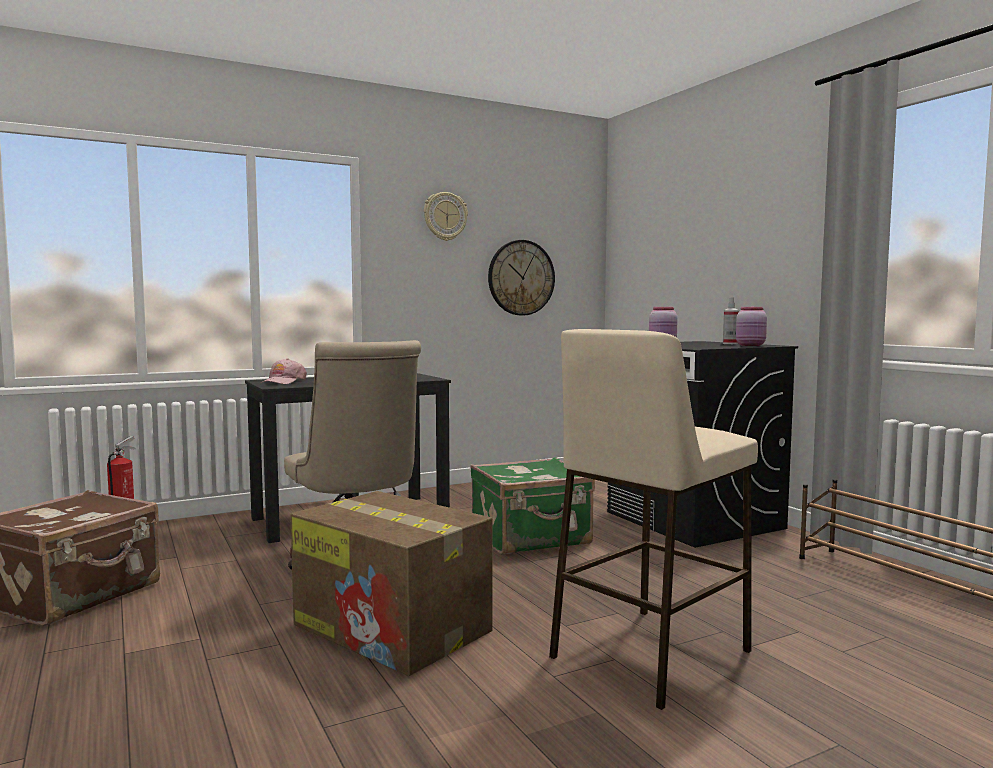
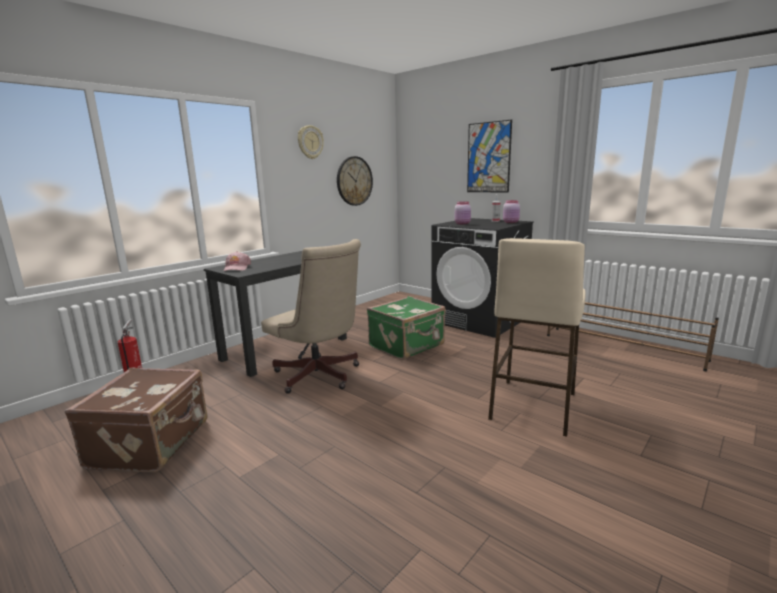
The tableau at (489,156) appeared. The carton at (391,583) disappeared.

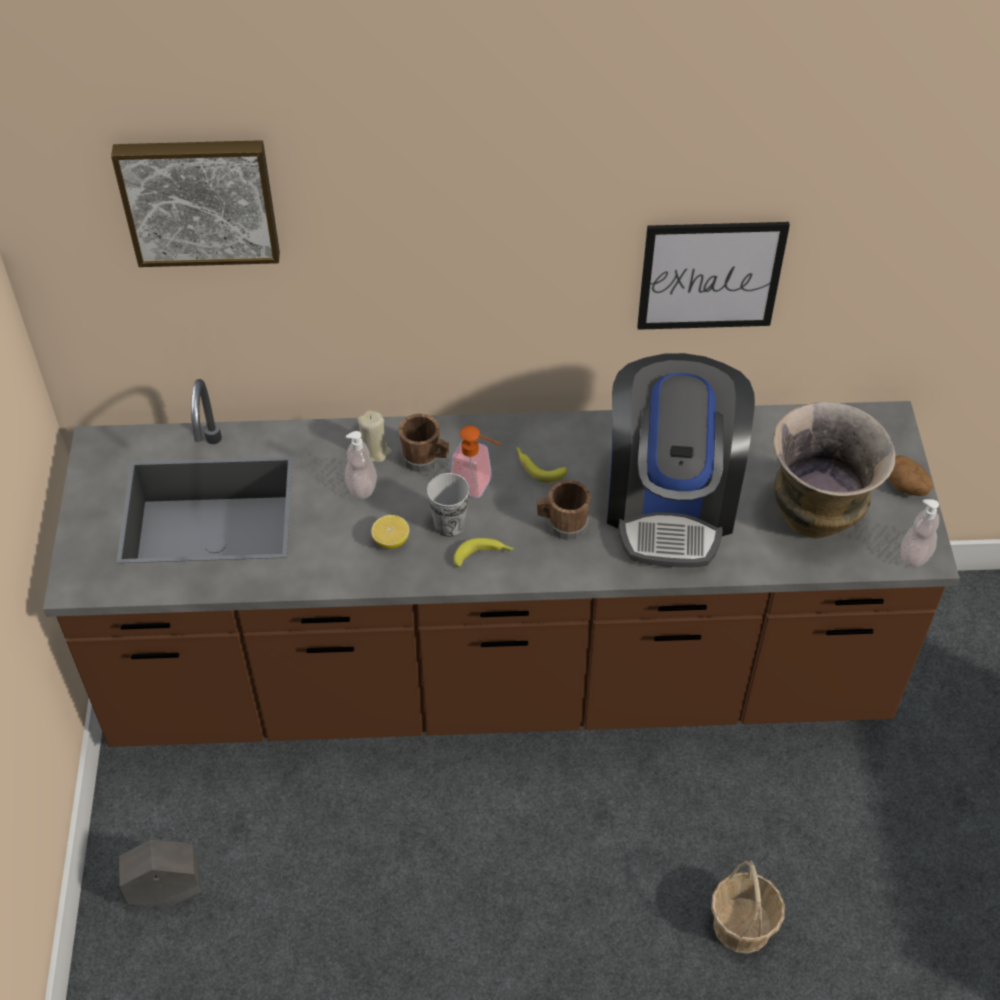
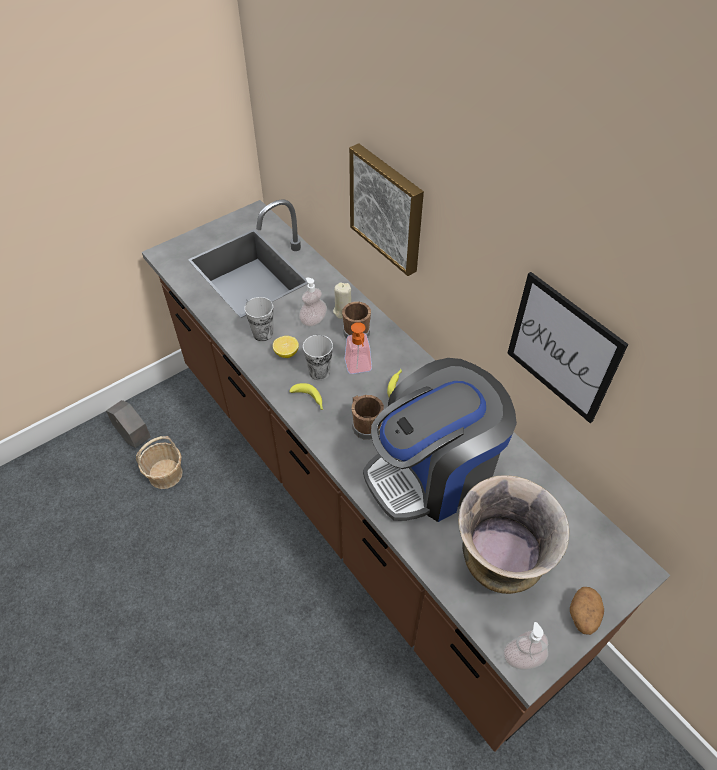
The panier moved from (748,907) to (159,462). The tasse at (258,319) appeared. The tableau moved from (195,203) to (386,209).

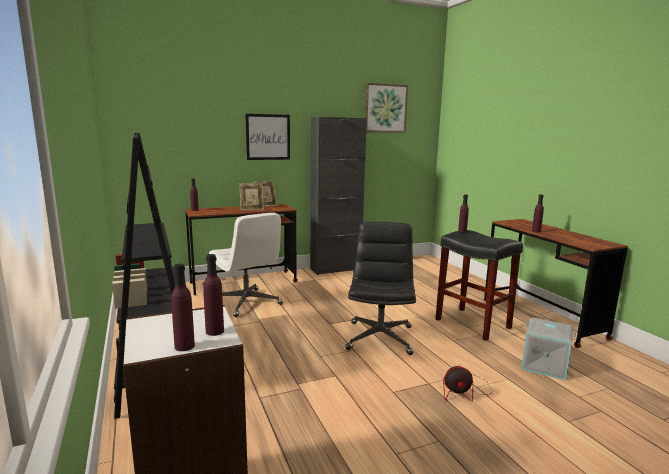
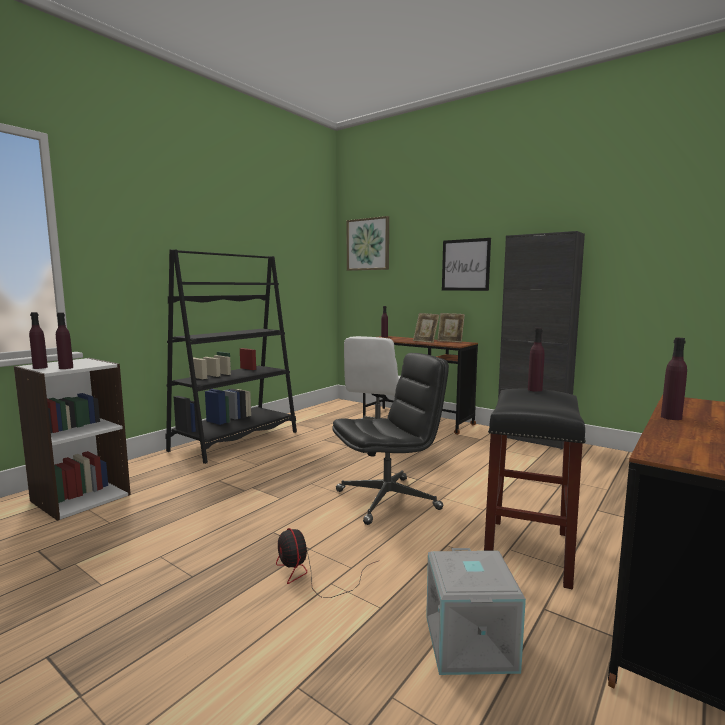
The tableau moved from (386,108) to (368,243).

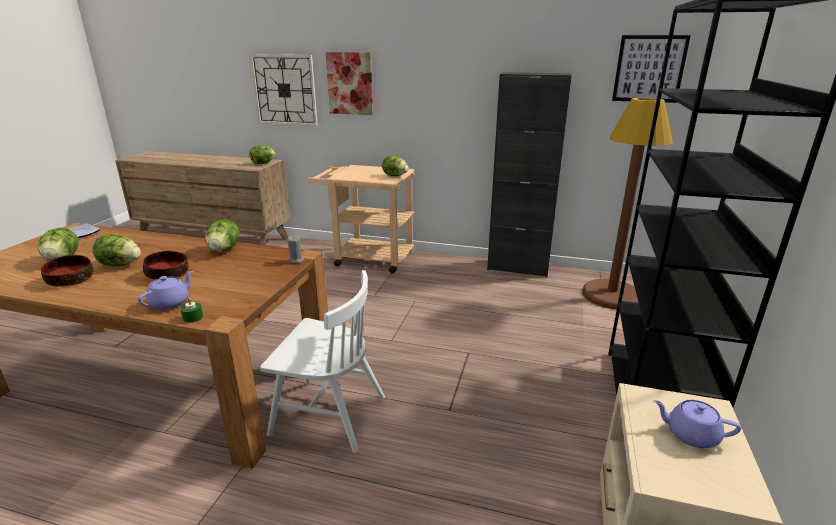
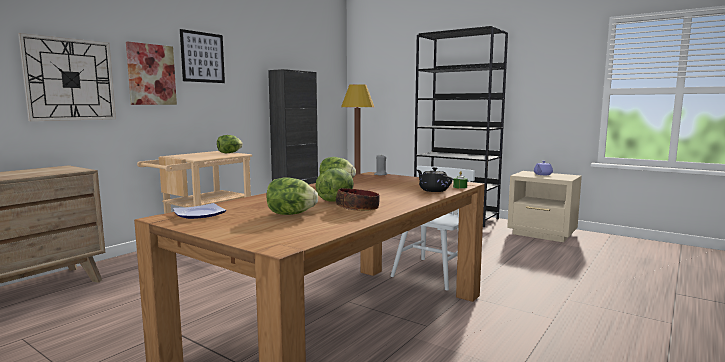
The tableau moved from (651,69) to (202,56). The théière (violet) at (165,290) became the théière (noir) at (434,179). The bol at (165,265) disappeared. The laitue at (262,154) disappeared.

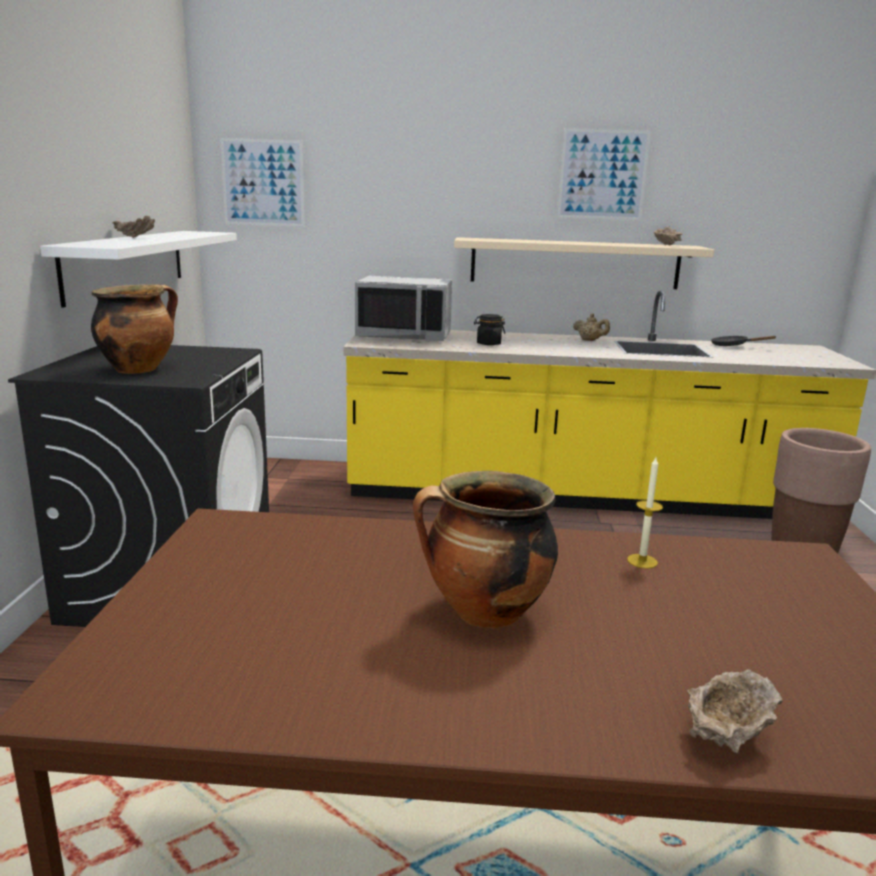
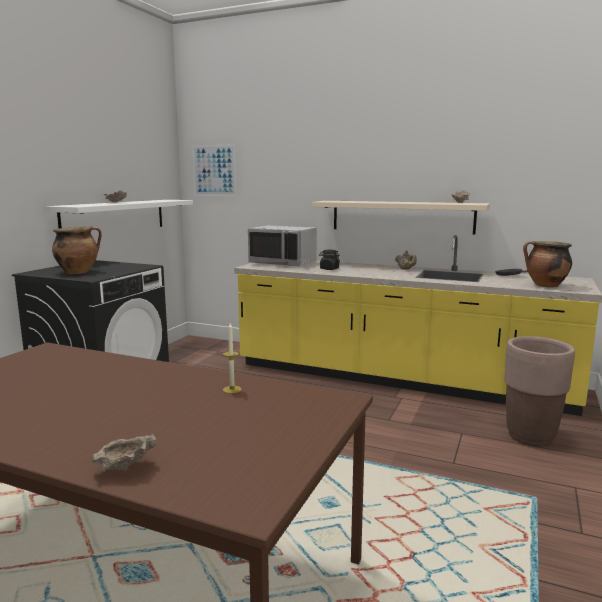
The marmite moved from (485,549) to (547,264). The tableau at (604,174) disappeared.

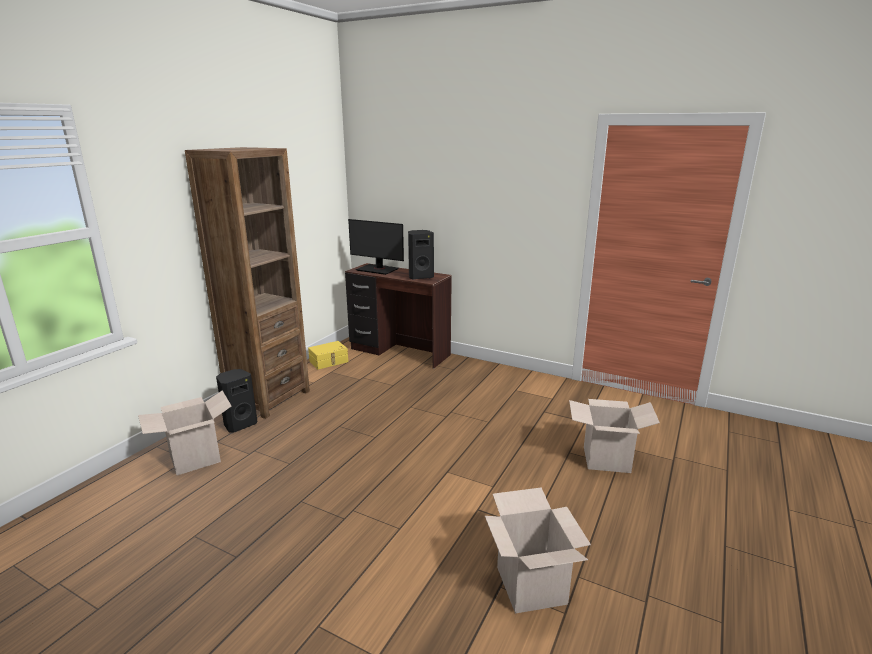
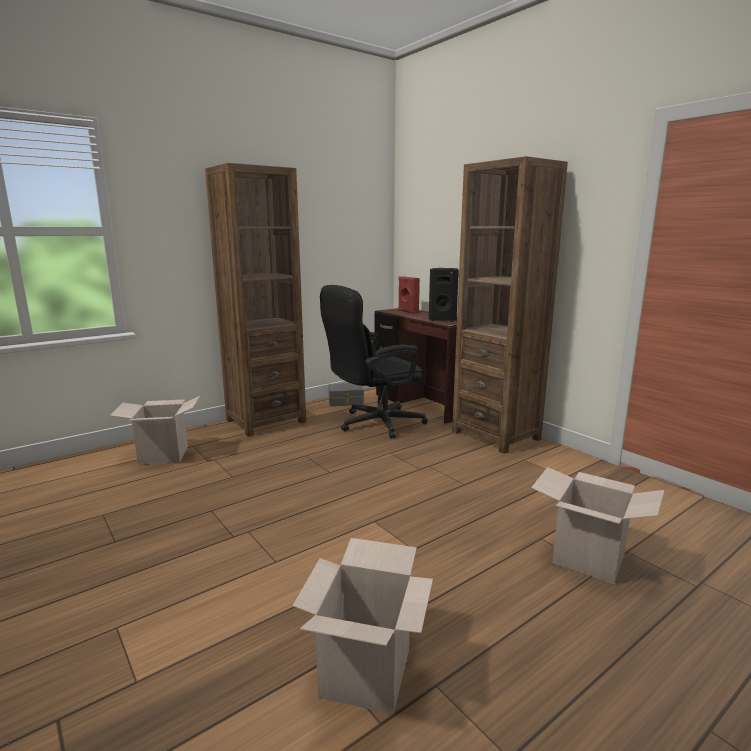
The chaise de bureau (noir) at (374,361) appeared. The boîte de rangement (jaune) at (328,355) became the boîte de rangement (gris) at (346,394). The écran d'ordinateur at (376,247) was replaced by the enceinte (rouge) at (409,295). The bibliothèque (marron) at (510,305) appeared. The enceinte (noir) at (236,401) disappeared.

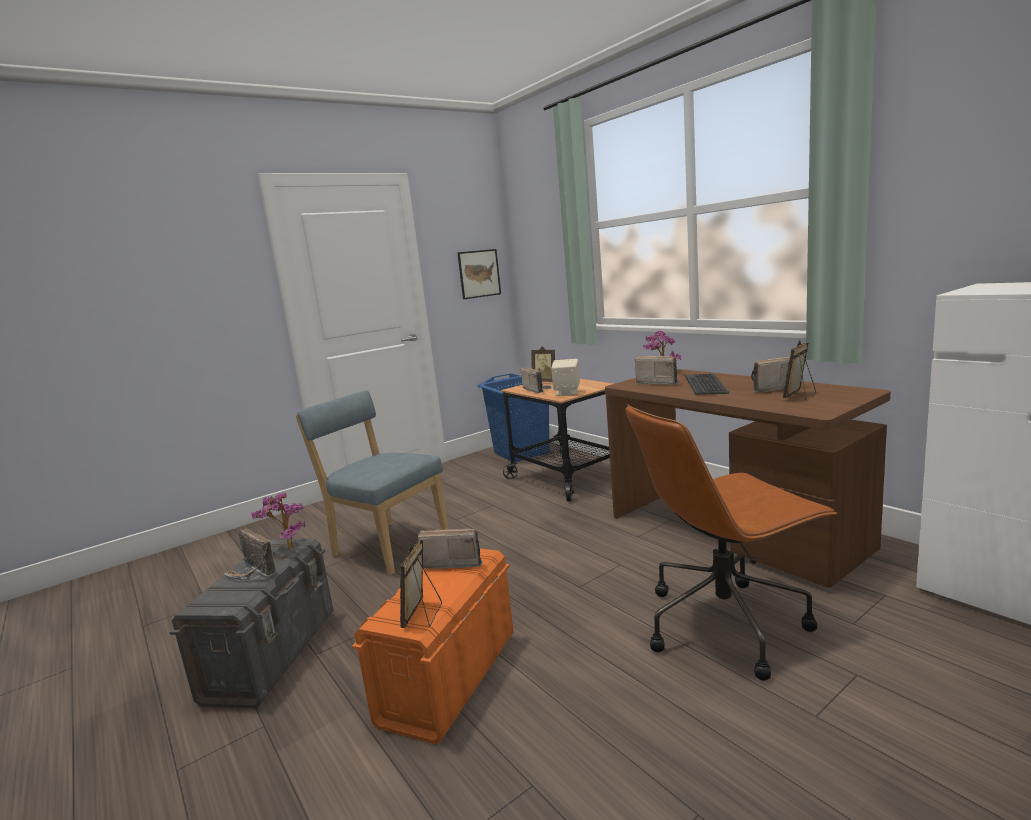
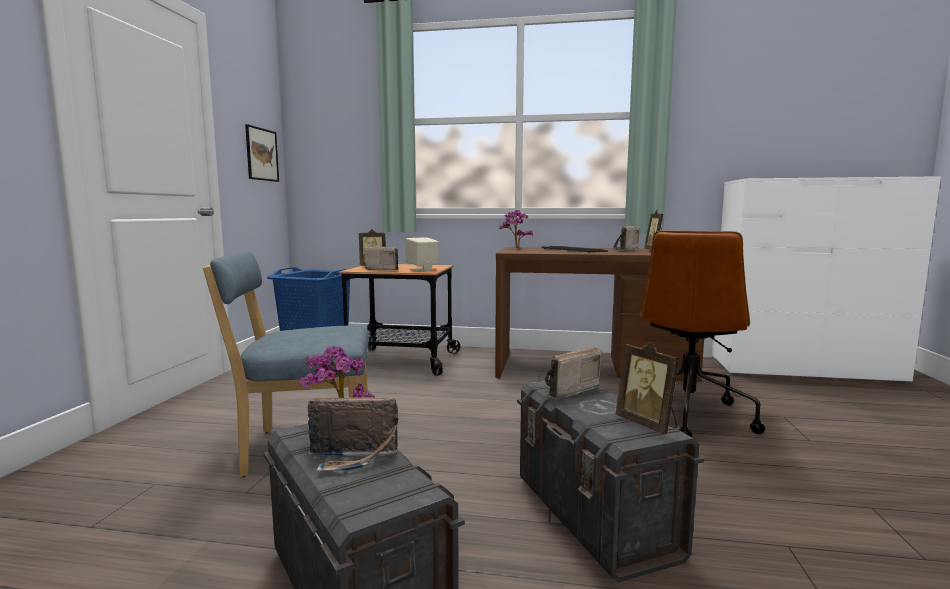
The boîte de rangement (orange) at (432,647) became the boîte de rangement (gris) at (610,482). The radio at (656,370) disappeared.

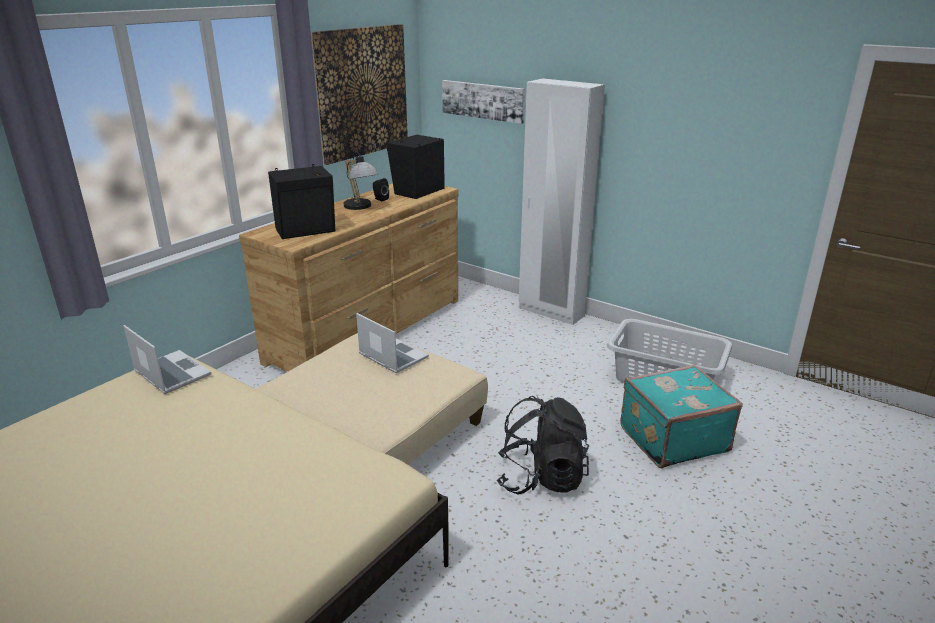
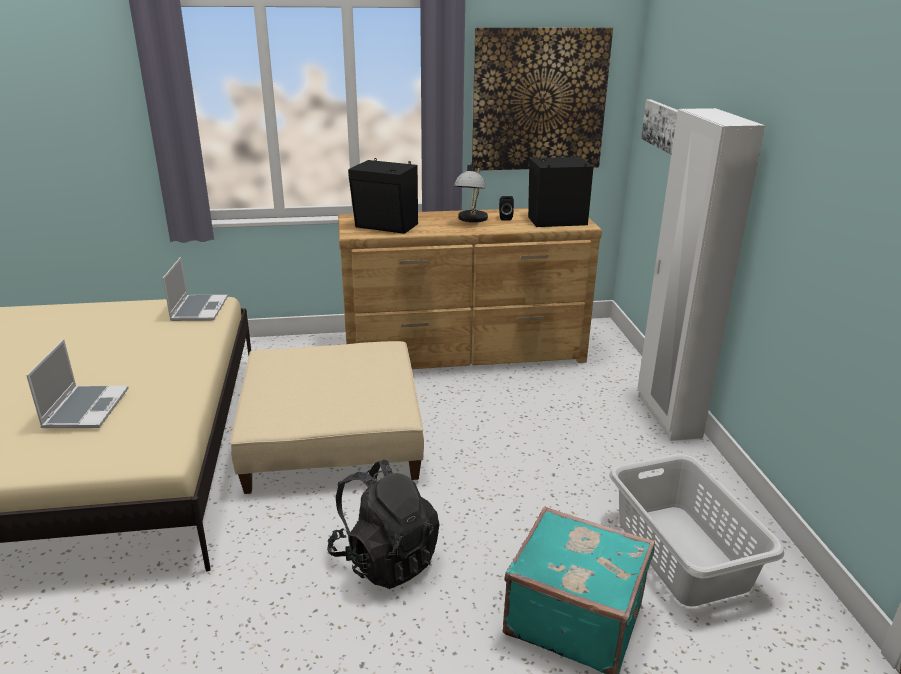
The ordinateur portable moved from (392,343) to (77,383).

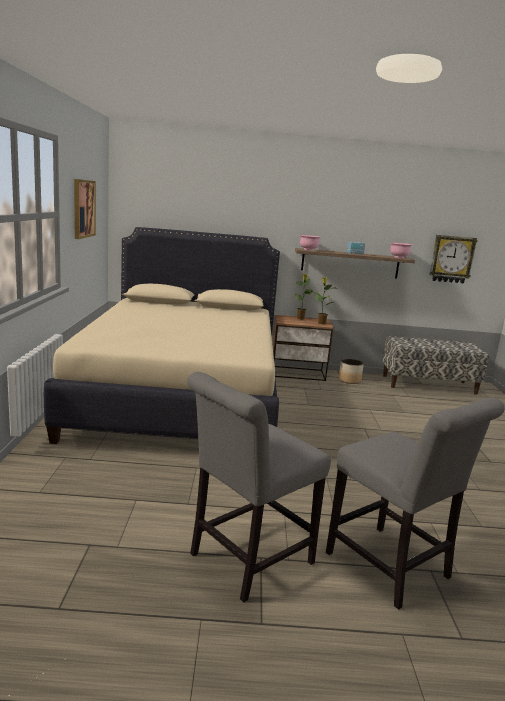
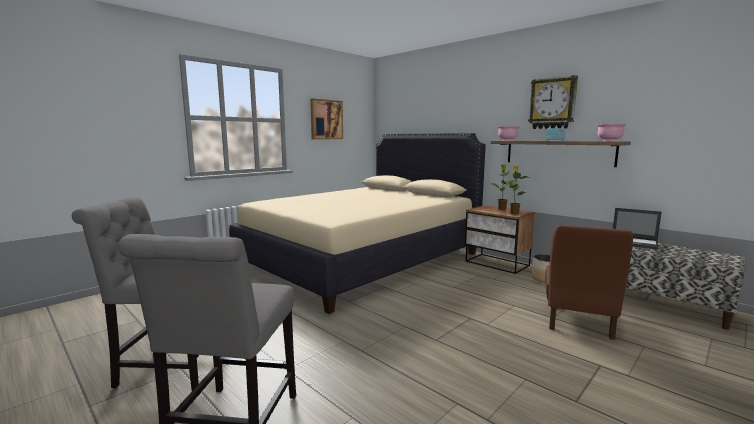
The horloge murale moved from (453,259) to (553,102). The chaise (marron) at (589,282) appeared. The ordinateur portable at (637,229) appeared.

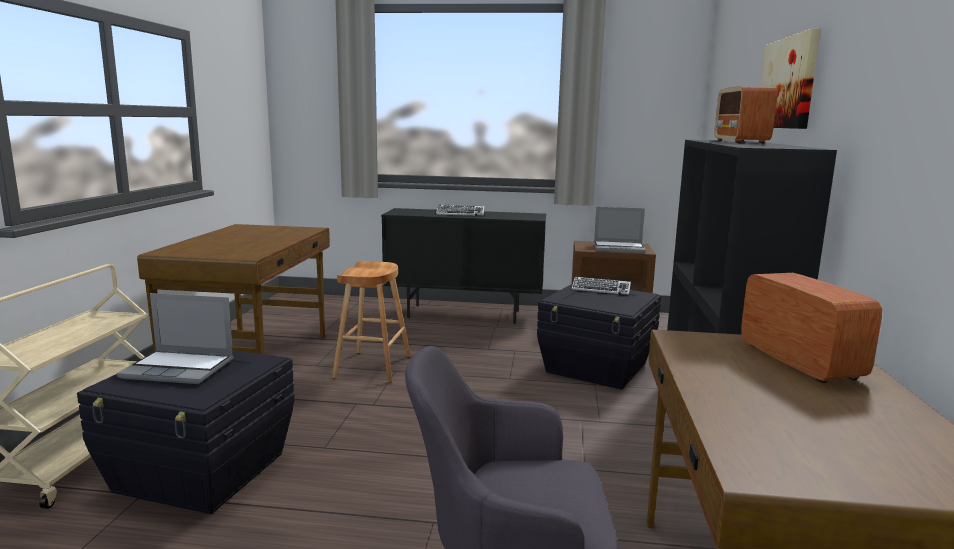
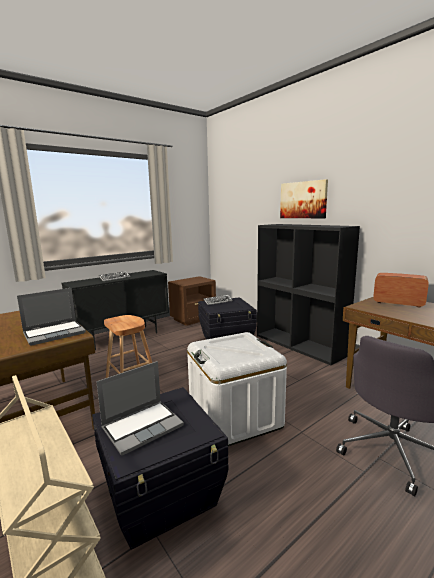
The ordinateur portable moved from (620,230) to (51,317). The boîte de rangement (blanc) at (237,389) appeared. The radio at (746,115) disappeared.

